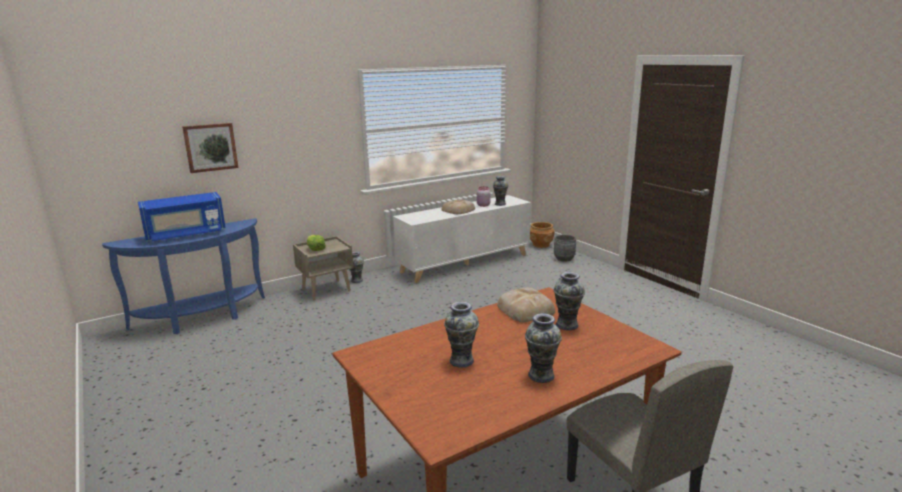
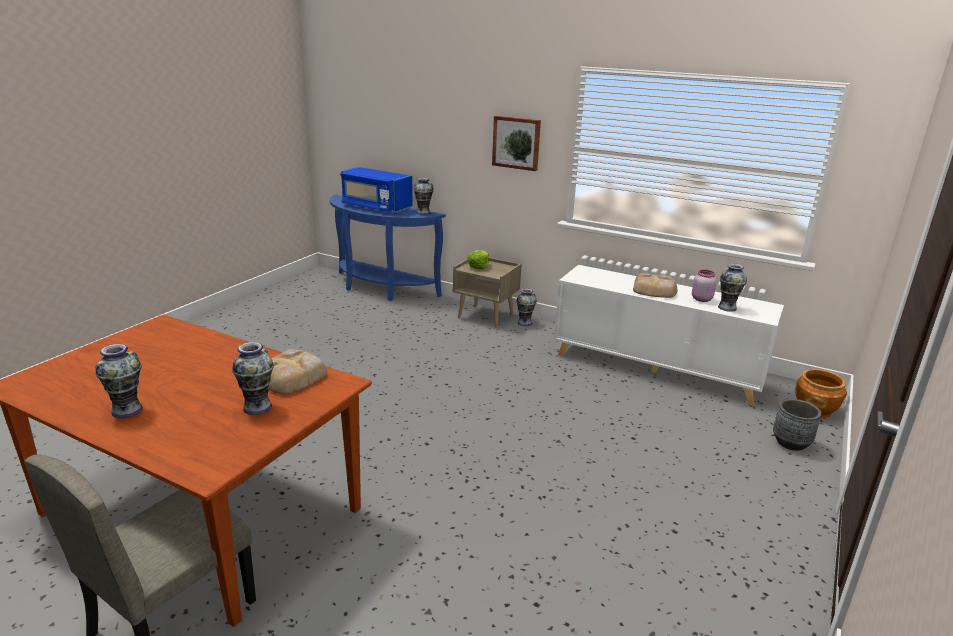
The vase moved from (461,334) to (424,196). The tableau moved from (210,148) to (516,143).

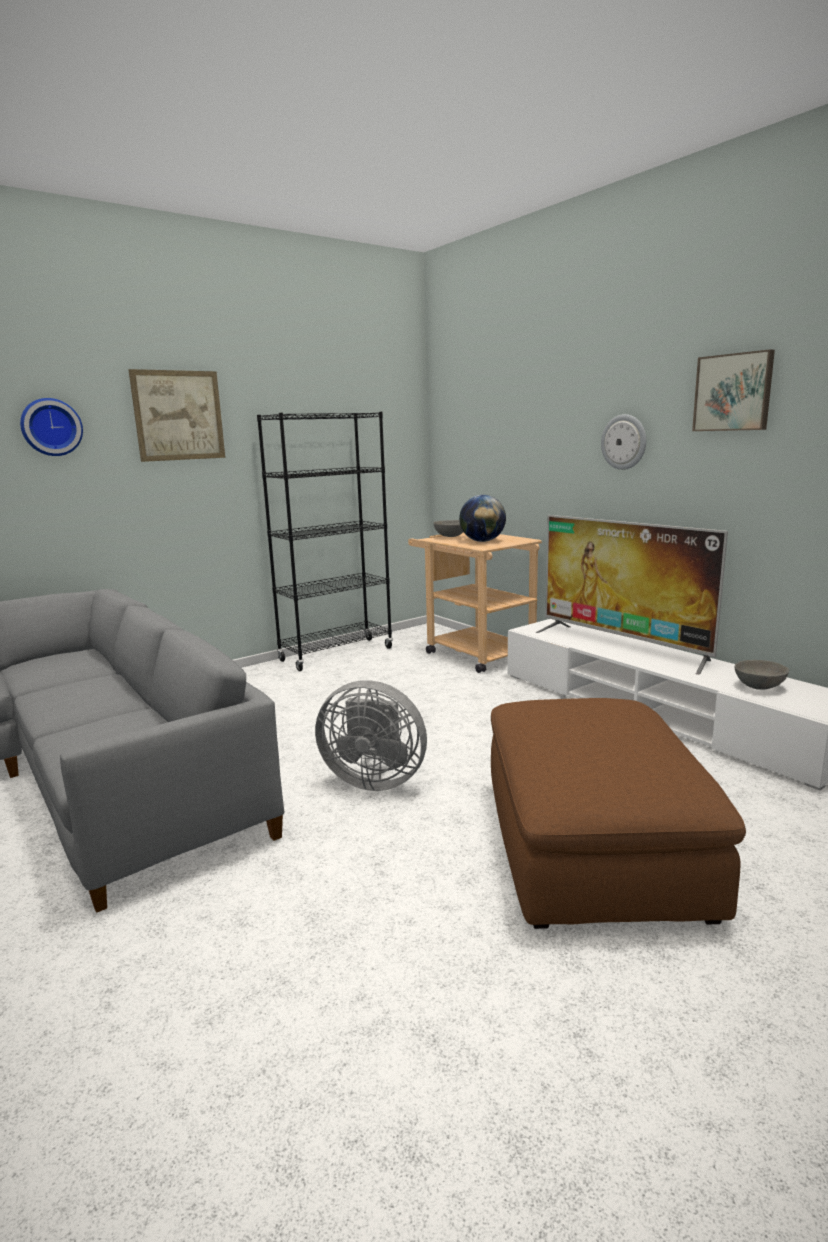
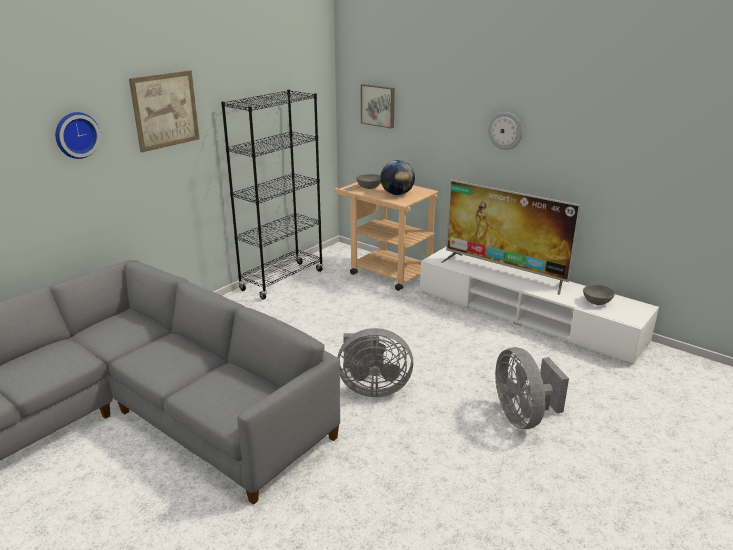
The tableau moved from (733,390) to (378,106). The pouf (marron) at (618,813) was replaced by the ventilateur (gris) at (532,388).

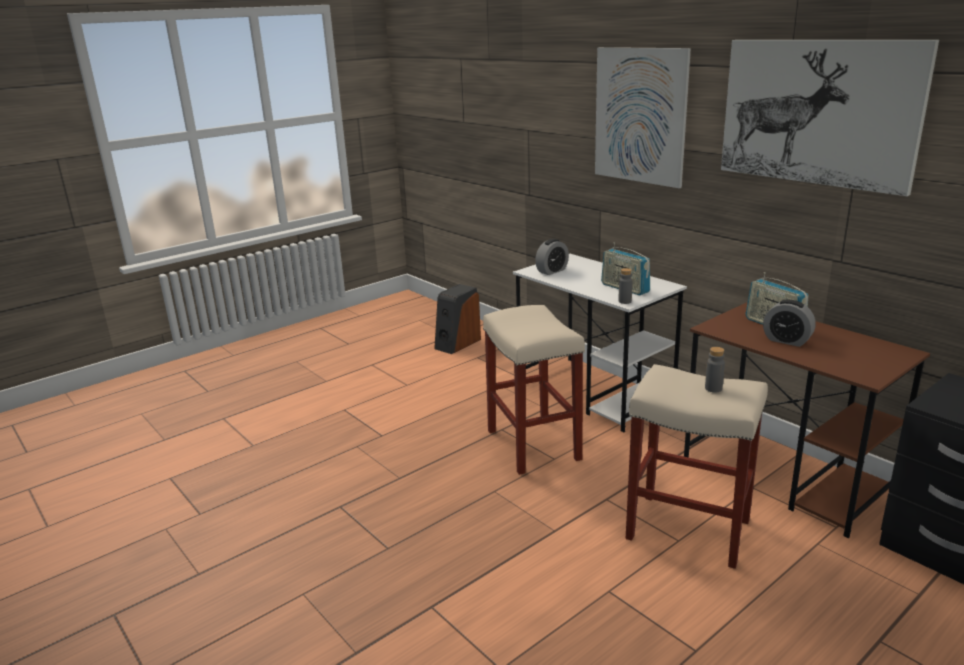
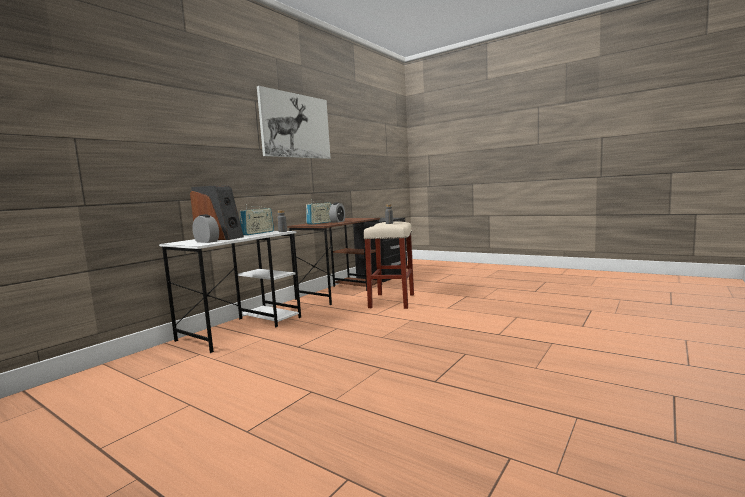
The enceinte moved from (457,319) to (217,213). The tabouret (beige) at (534,390) disappeared. The tableau at (643,117) disappeared.

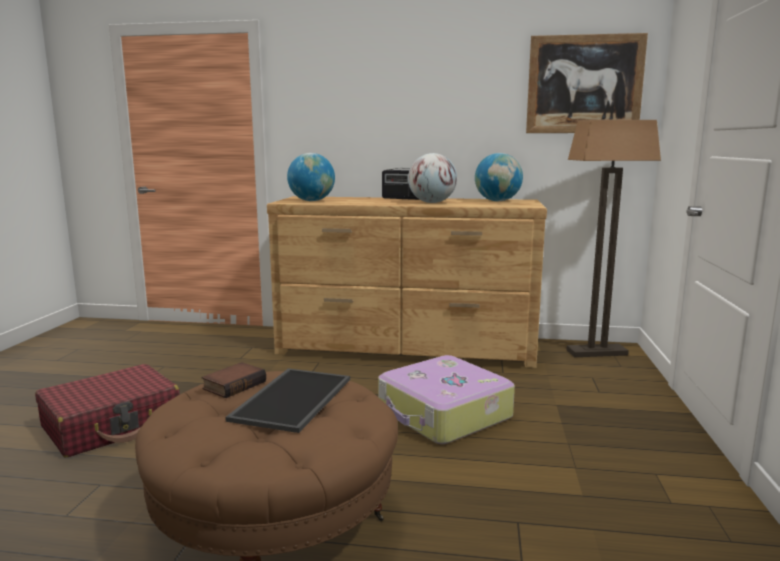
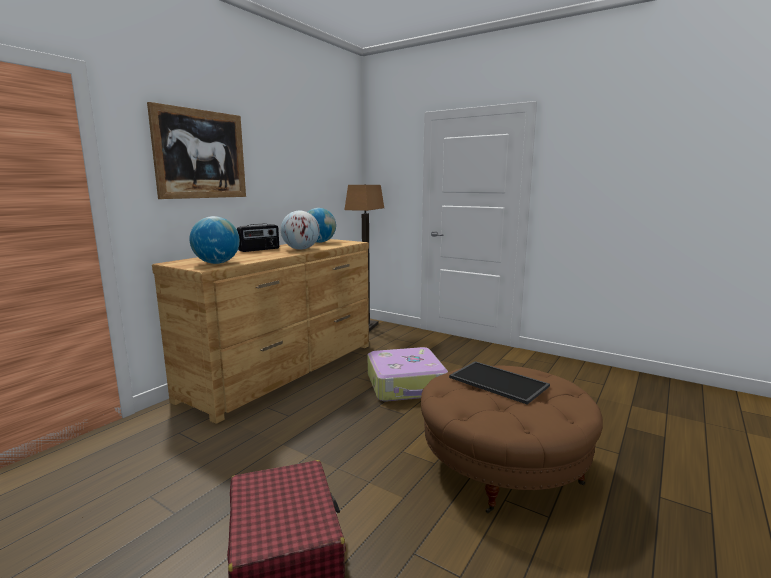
The tableau moved from (587,83) to (196,150). The livre at (234,380) disappeared.

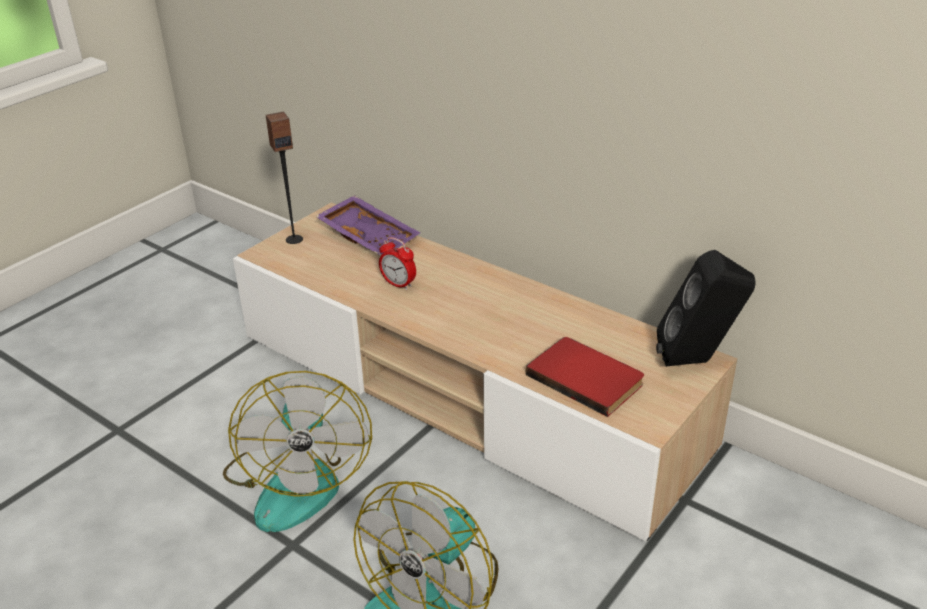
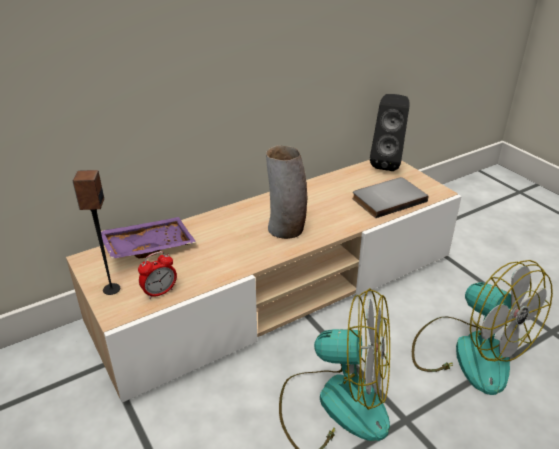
The réveil moved from (397,263) to (157,275). The vase at (287,192) appeared. The livre (rouge) at (585,377) became the livre (gris) at (390,197).

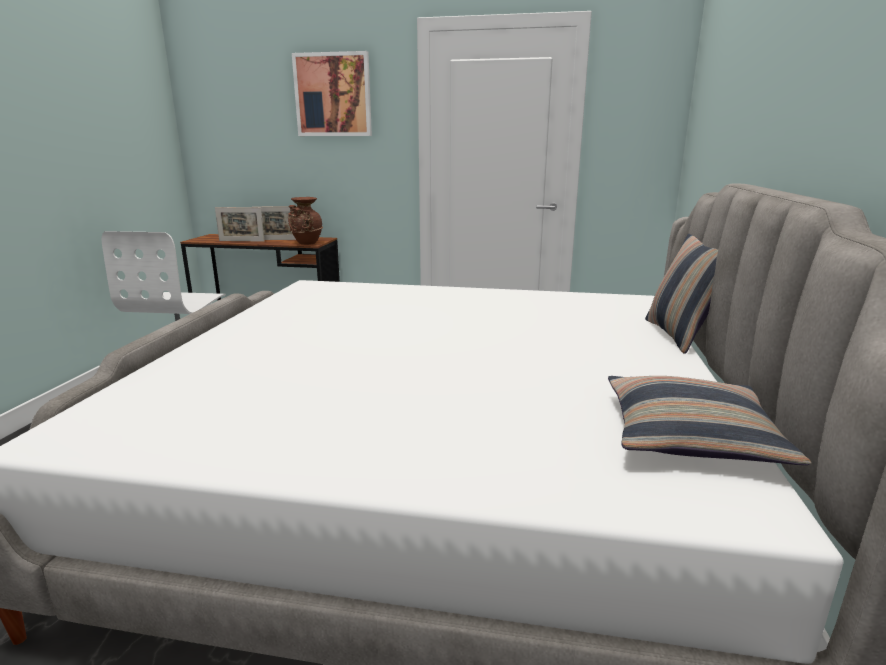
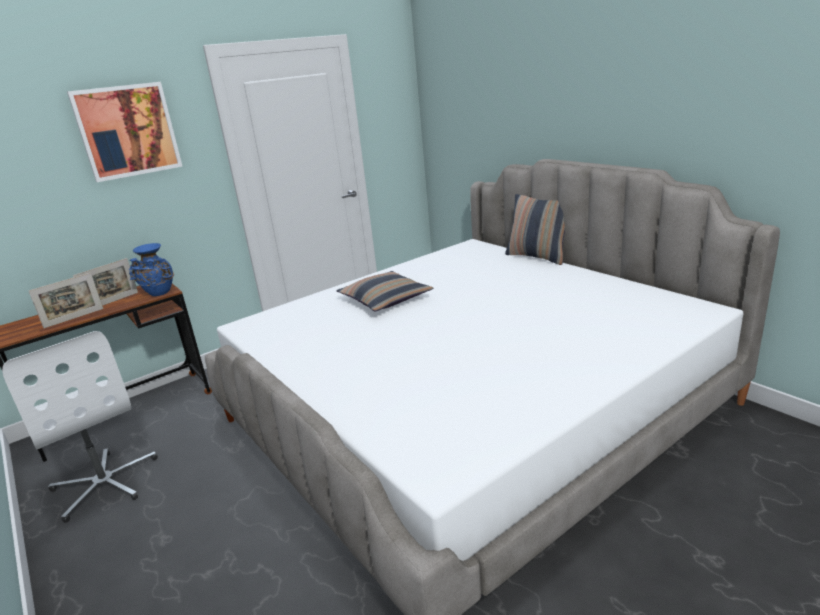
The vase (marron) at (305,221) became the vase (bleu) at (151,269). The coussin moved from (709,420) to (385,291).

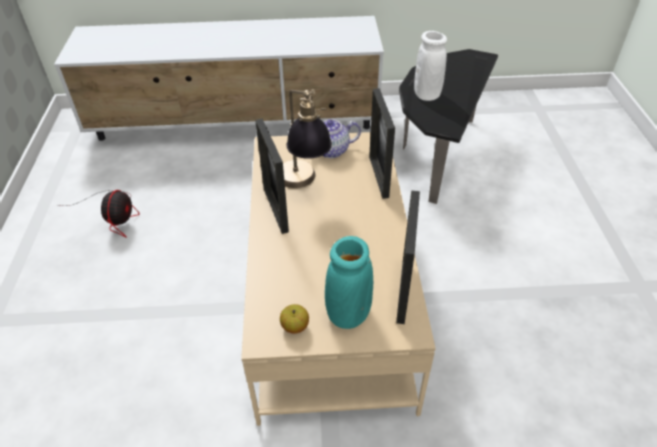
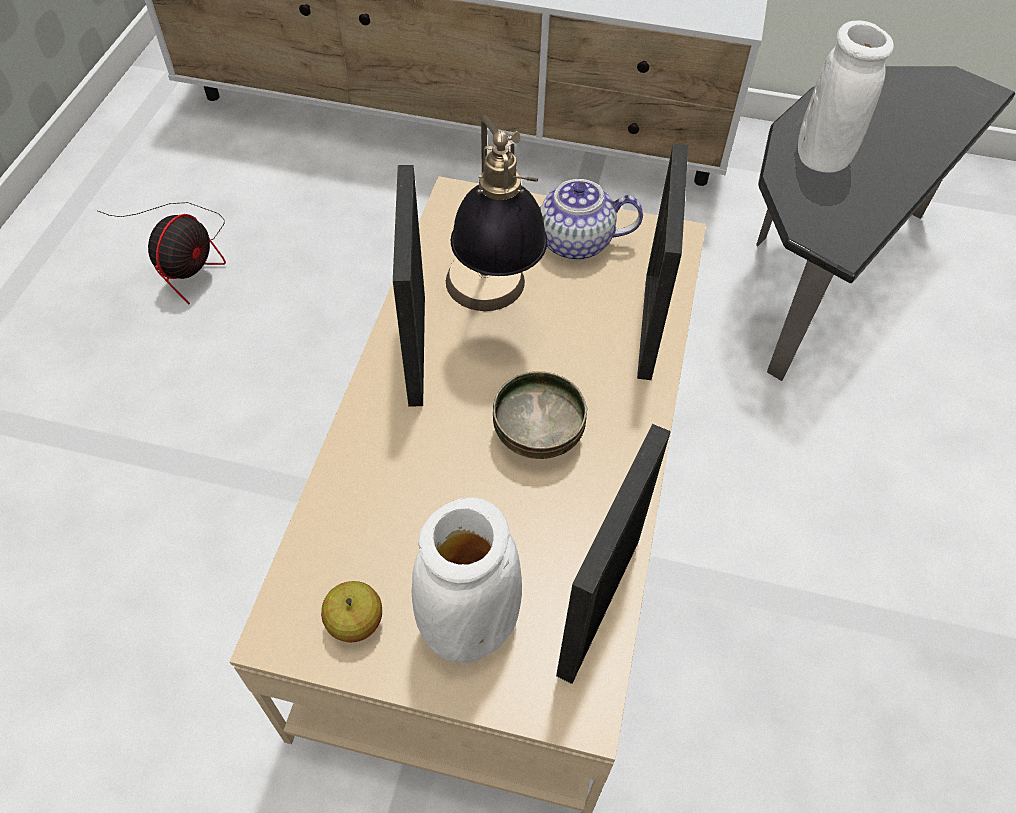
The vase (turquoise) at (349,282) became the vase (blanc) at (467,581). The bol at (540,415) appeared.

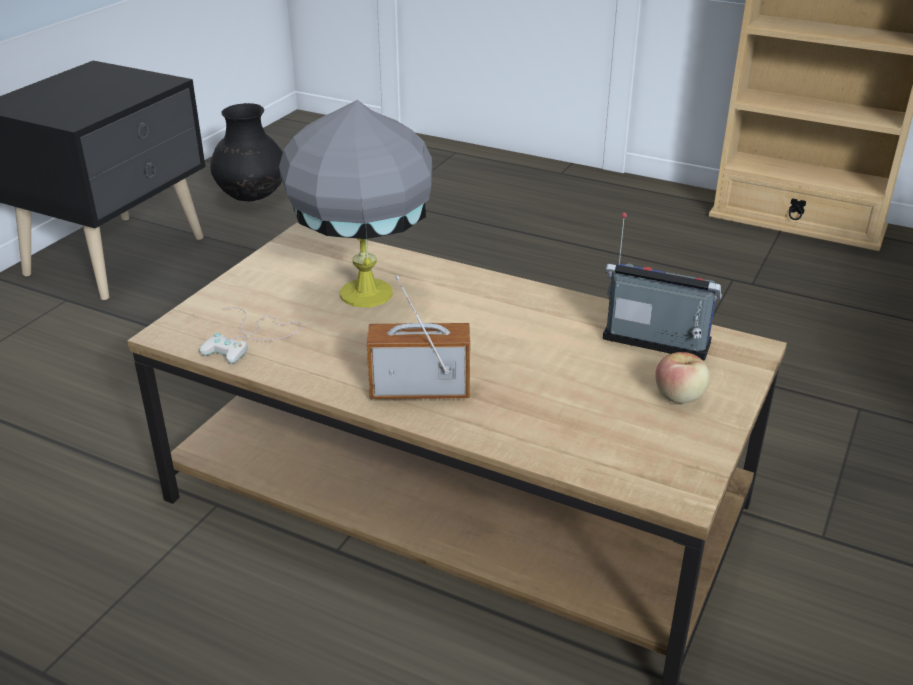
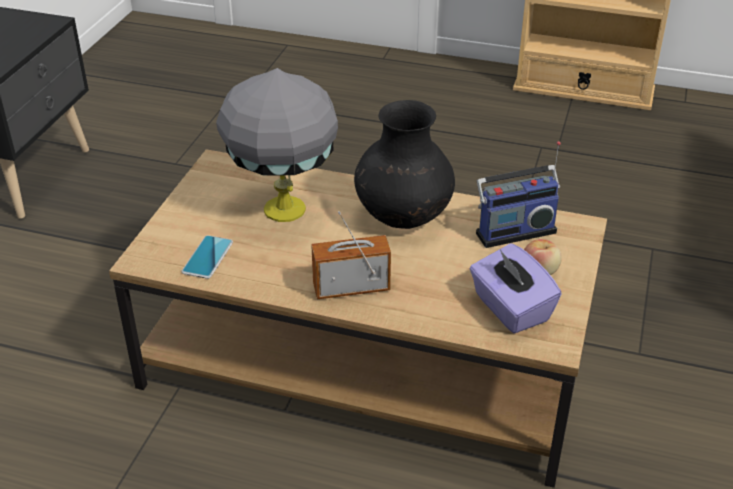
The manette (blanc) at (250,335) was replaced by the téléphone at (207,257). The vase (noir) moved from (246,152) to (404,164). The boîte à mouchoirs (violet) at (516,288) appeared. The radio at (662,286) turned 150 degrees clockwise.

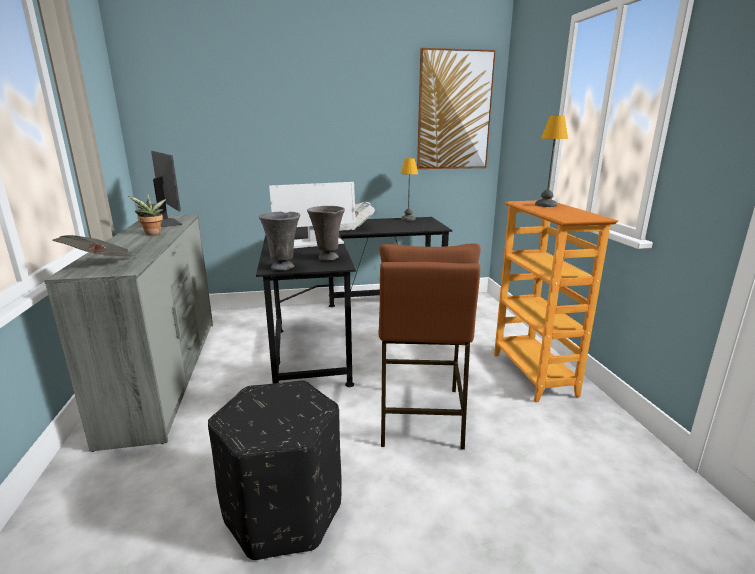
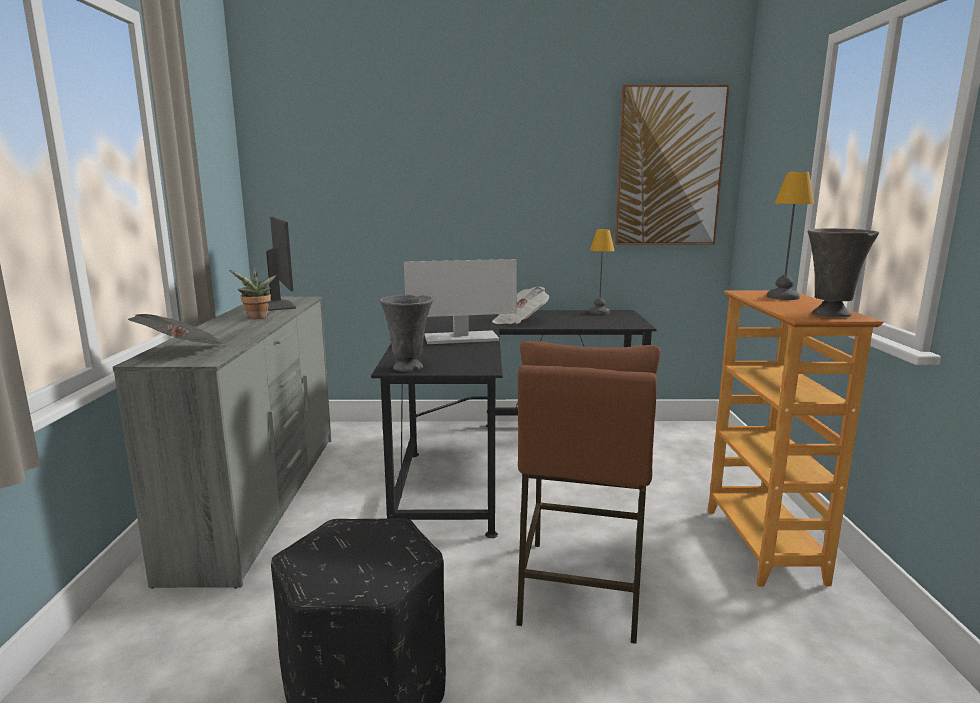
The vase (gris) moved from (326,233) to (843,273).

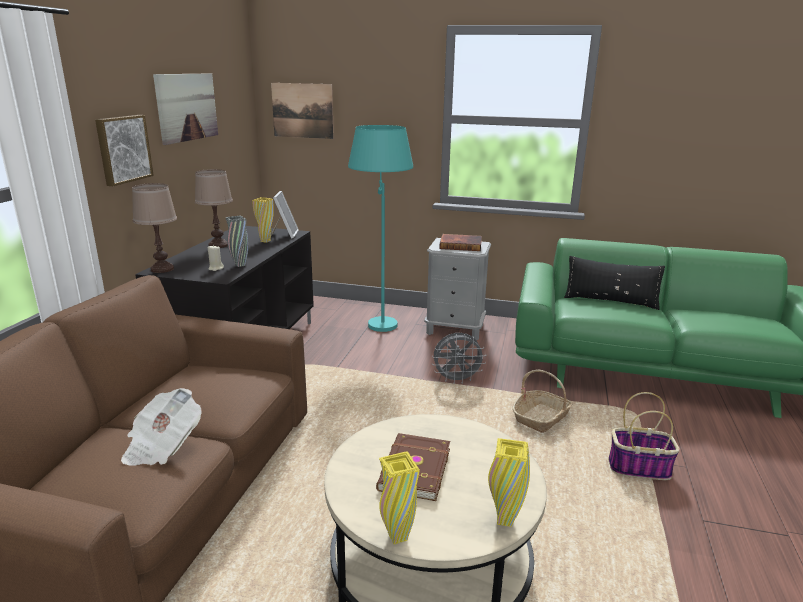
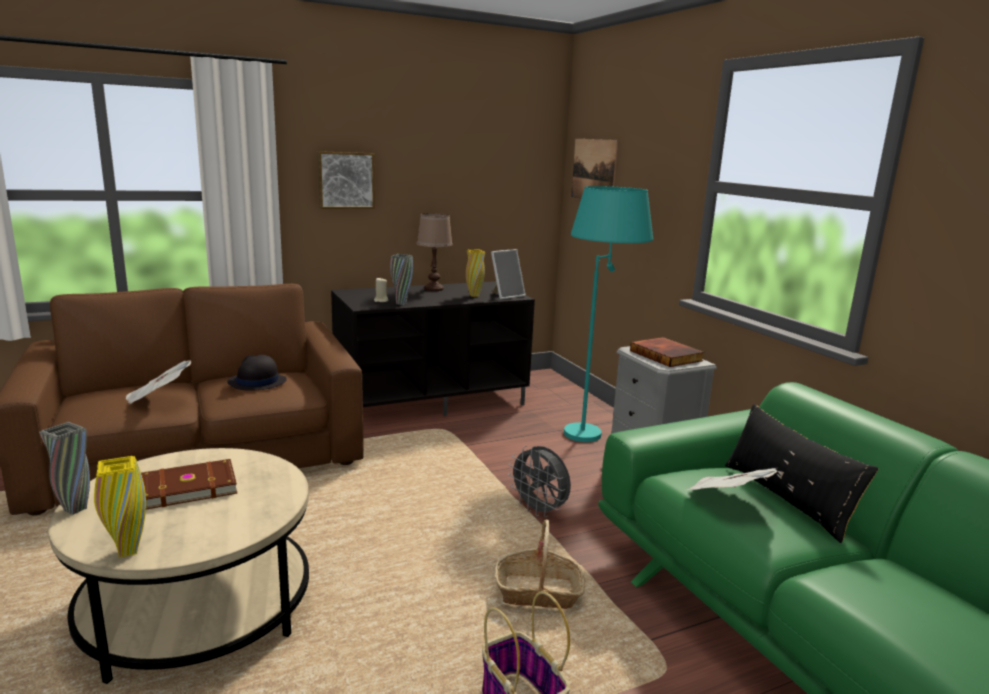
The vase (jaune) at (399,497) became the vase (gris) at (64,468). The chapeau (noir) at (257,373) appeared. The journal at (732,479) appeared. The lampe de table (marron) at (154,228) disappeared. The tableau at (185,109) disappeared.

